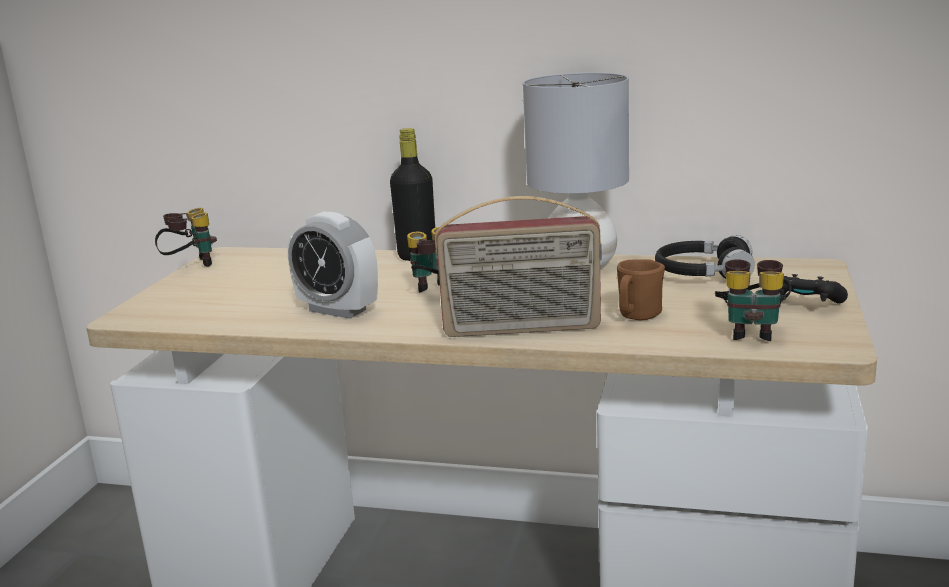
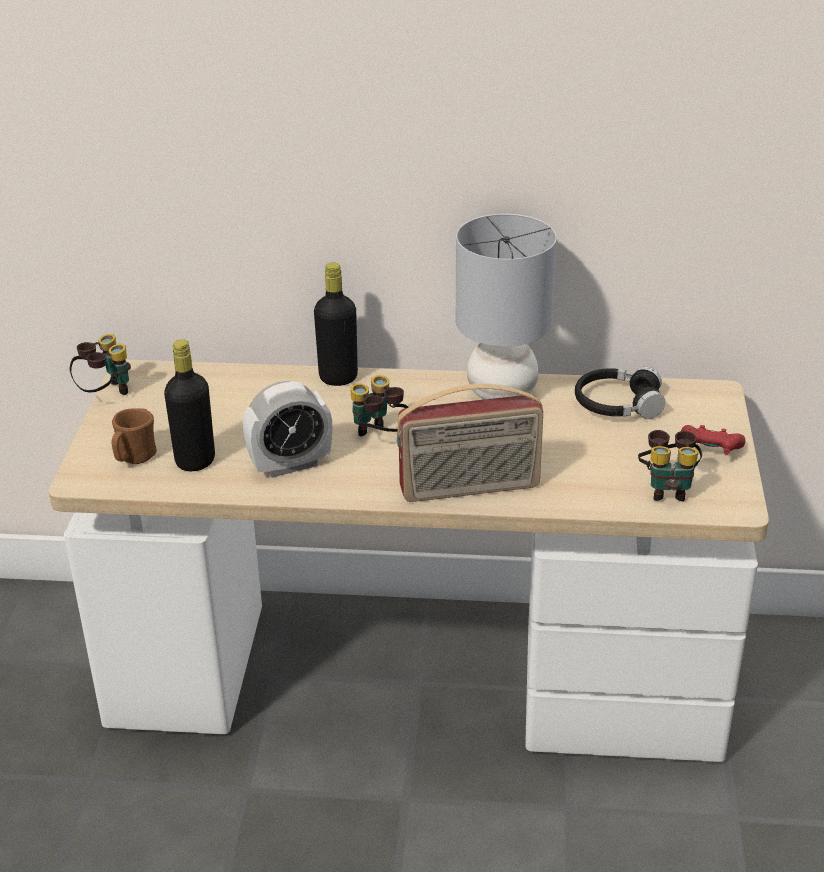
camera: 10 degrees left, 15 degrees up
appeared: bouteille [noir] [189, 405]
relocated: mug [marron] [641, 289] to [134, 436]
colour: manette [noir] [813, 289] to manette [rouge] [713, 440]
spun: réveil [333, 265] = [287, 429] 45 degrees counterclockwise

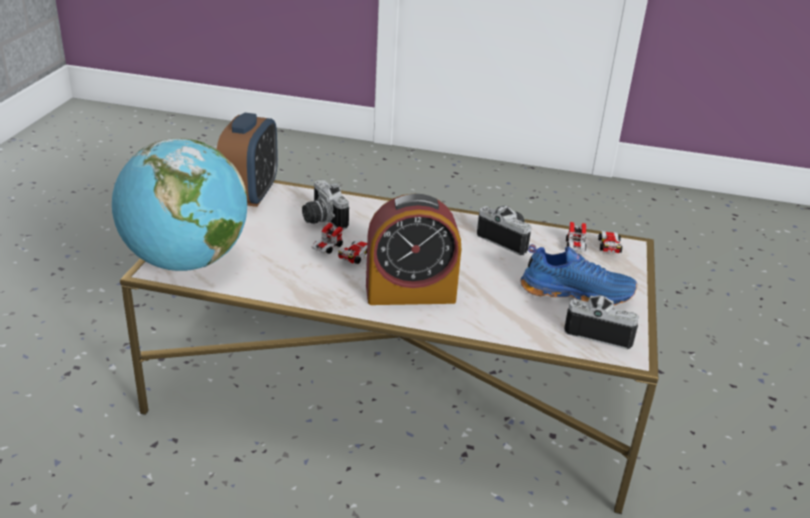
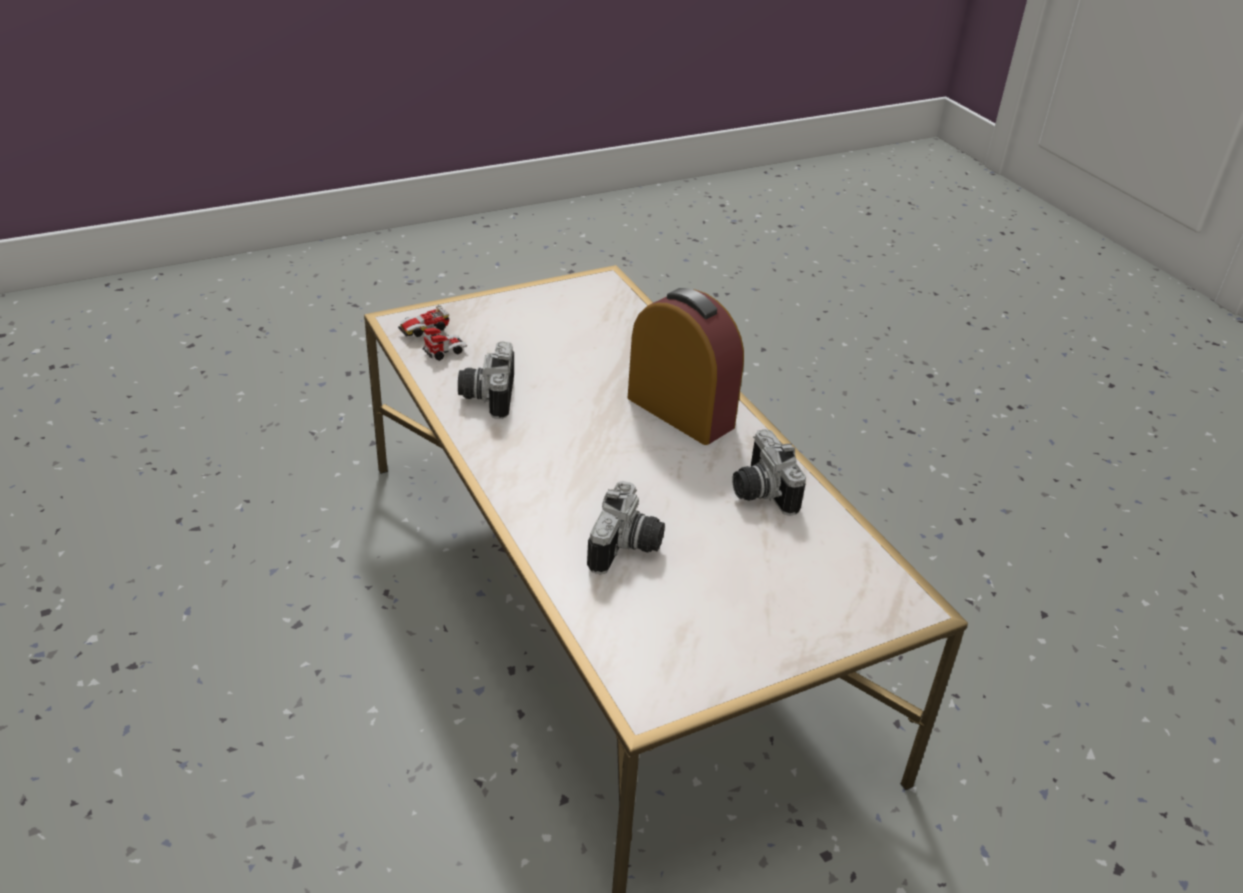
camera: 130 degrees left, 5 degrees up
missing: globe [179, 204]; réveil [247, 160]; petite voiture [339, 243]; chaussure [bleu] [578, 274]
relocated: appareil photo [601, 322] to [769, 472]

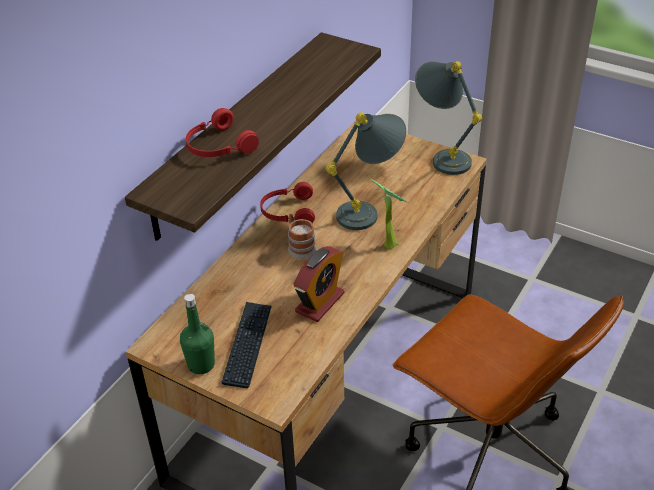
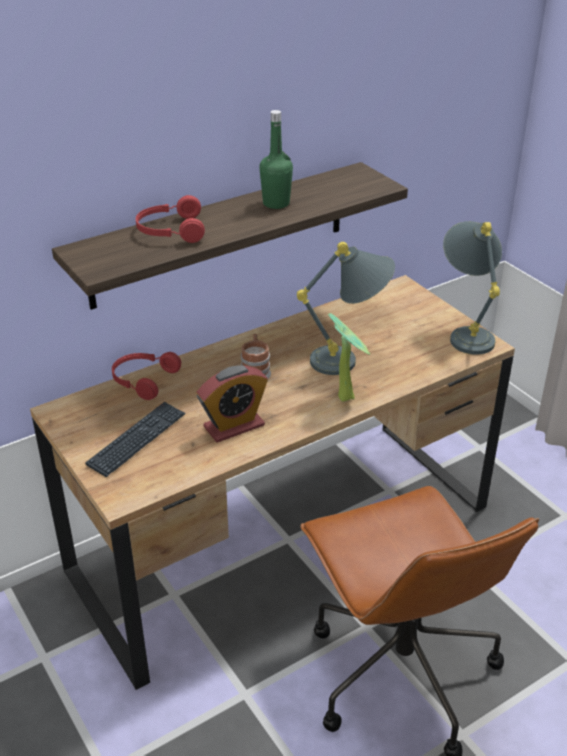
camera: 25 degrees right, 5 degrees down
relocated: bouteille [vert] [197, 334] to [276, 159]; casque audio [rouge] [287, 202] to [146, 376]

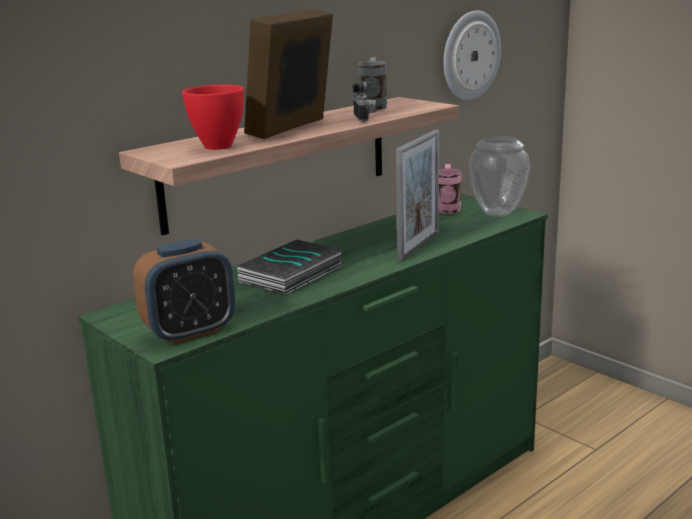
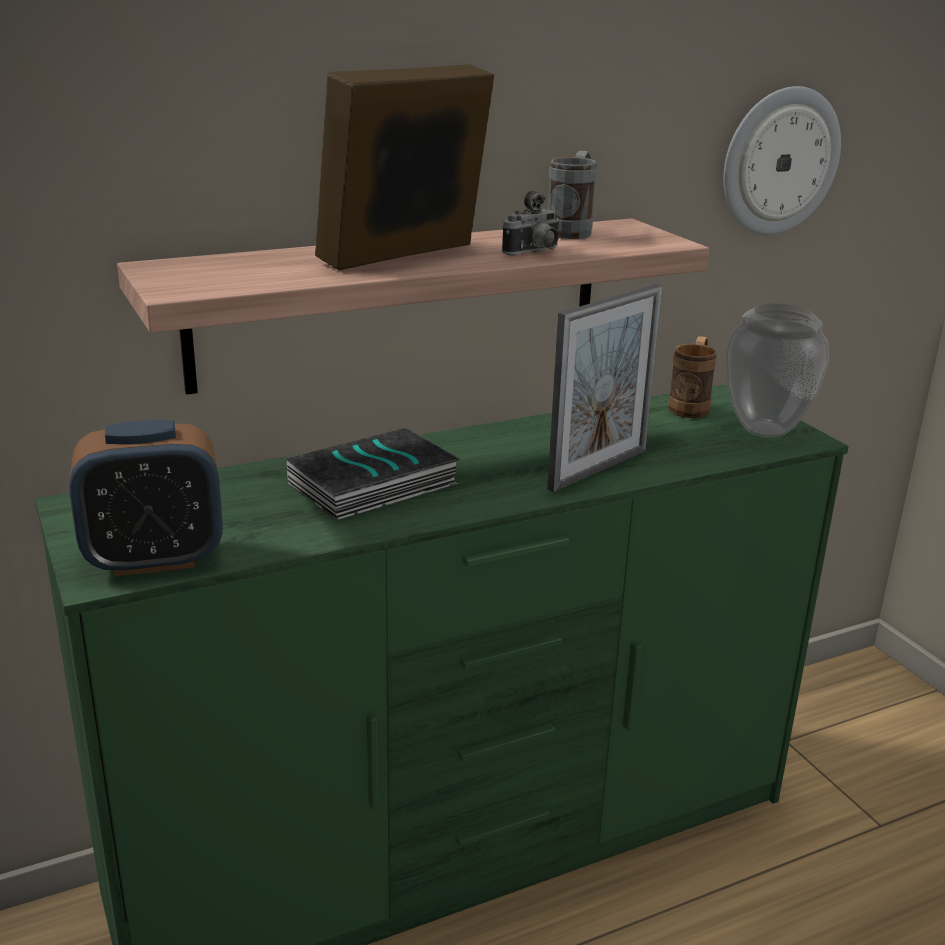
camera: 15 degrees right, 5 degrees up
missing: bol [rouge] [213, 117]
colour: mug [rose] [450, 189] to mug [marron] [692, 377]
spun: appareil photo [364, 101] = [531, 223] 45 degrees clockwise

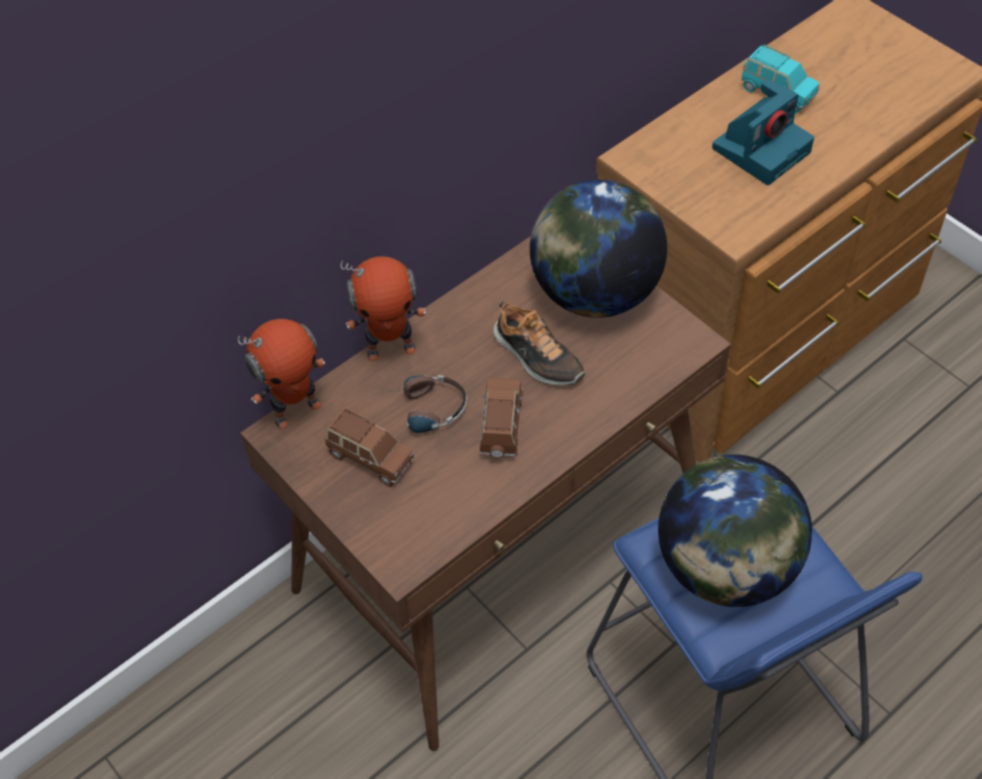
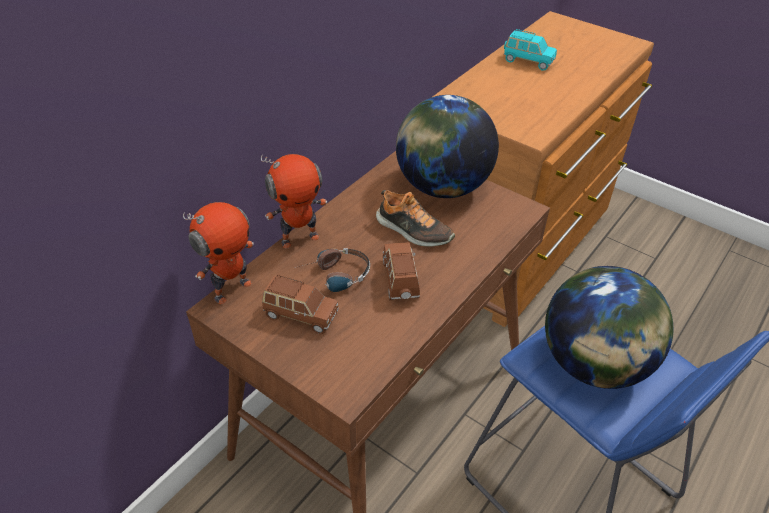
camera: 15 degrees left, 10 degrees down
missing: appareil photo [763, 132]

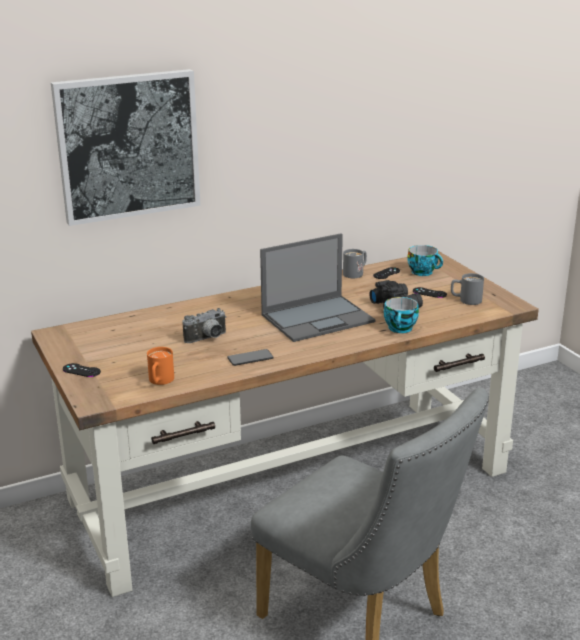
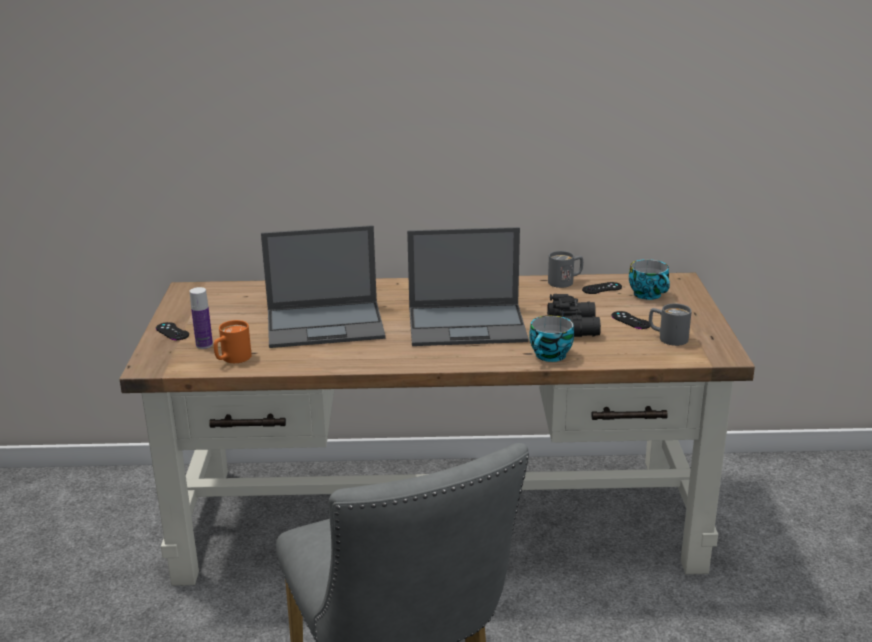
camera: 25 degrees right, 0 degrees up
missing: tableau [126, 147]; téléphone [250, 357]
appeared: bouteille [201, 318]
exchanged: appareil photo [204, 325] to ordinateur portable [323, 286]

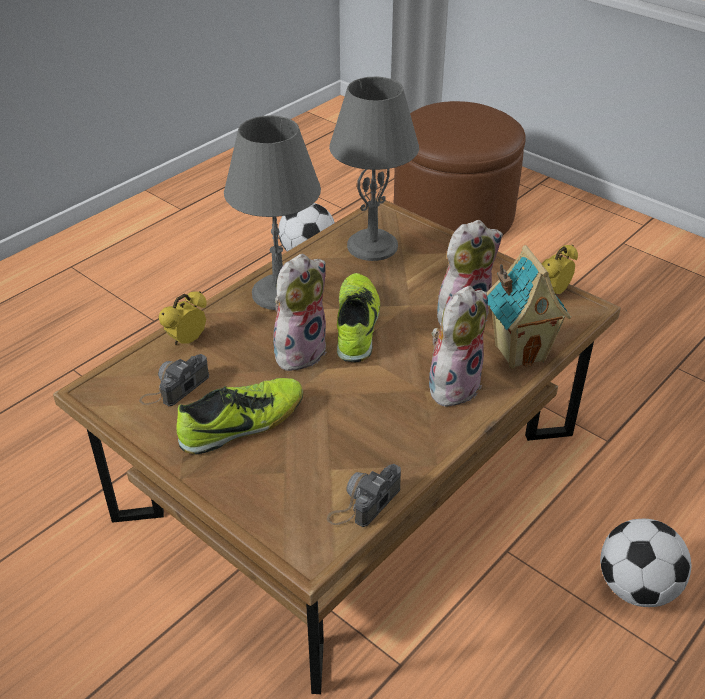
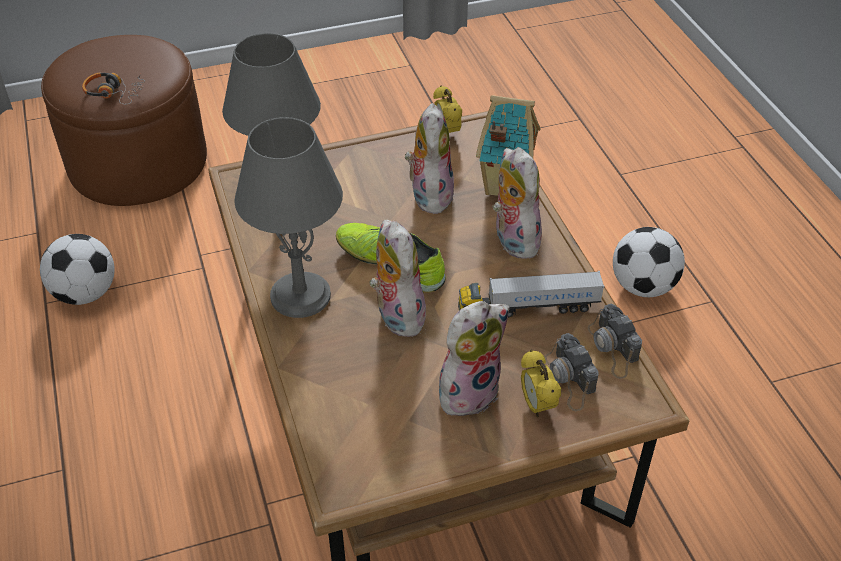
camera: 60 degrees left, 5 degrees up
appeared: casque audio [113, 88]; camion jouet [531, 294]
relocated: appareil photo [174, 380] to [572, 372]; réveil [183, 318] to [541, 383]
exchanged: chaussure [240, 416] to peluche [474, 360]

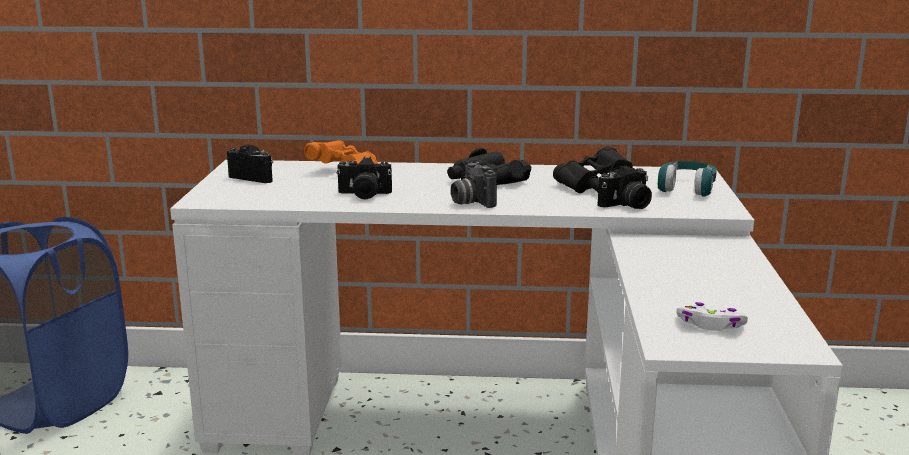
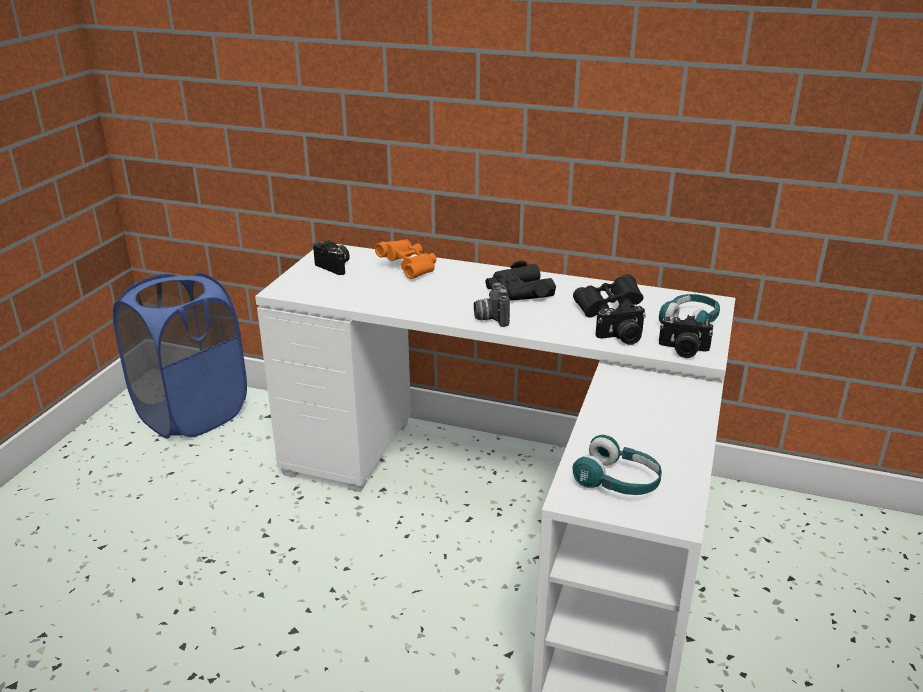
camera: 15 degrees right, 10 degrees up
relocated: appareil photo [364, 178] to [686, 336]
exchanged: manette [blanc] [712, 316] to casque audio [turquoise] [617, 465]

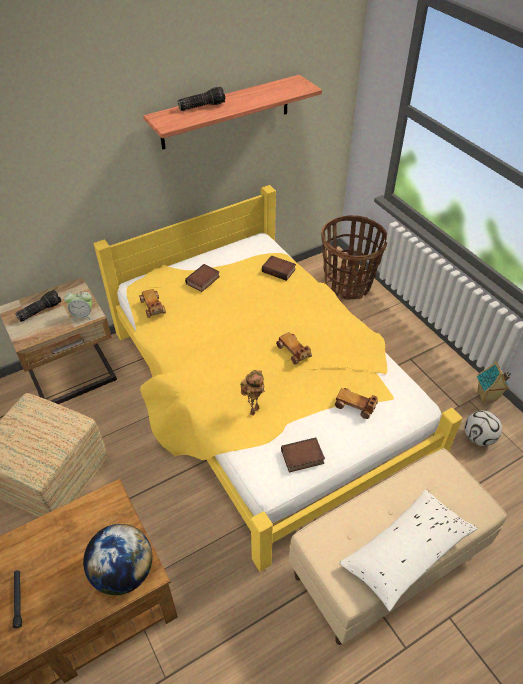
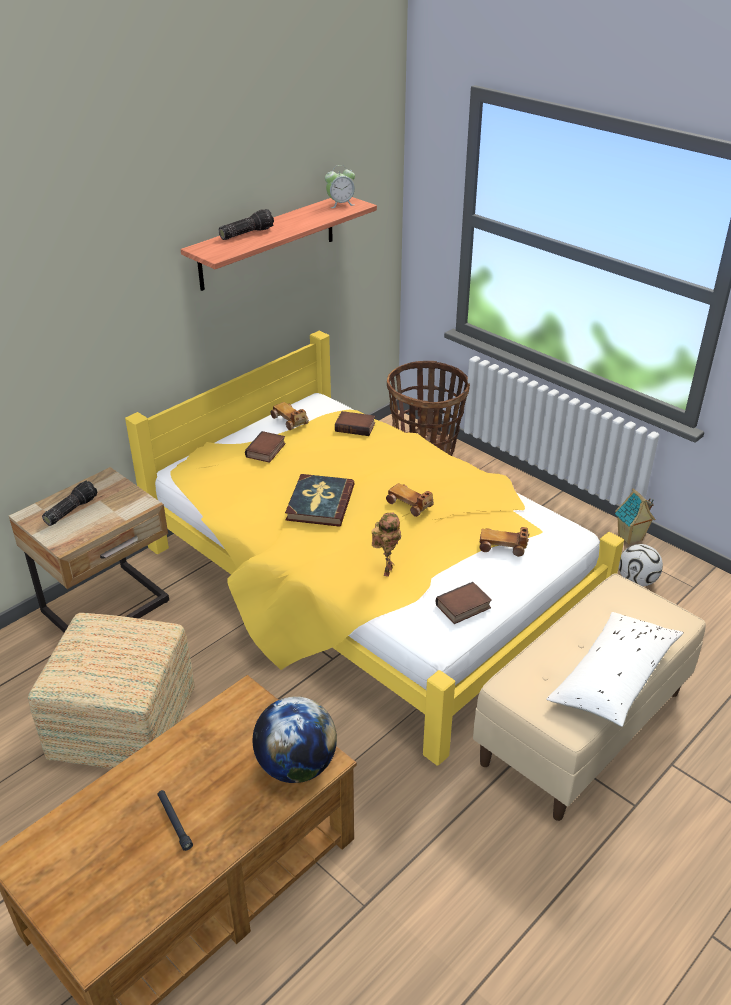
camera: 15 degrees left, 10 degrees down
appeared: livre [320, 500]
relocated: réveil [79, 305] to [340, 186]; petite voiture [152, 303] to [290, 416]

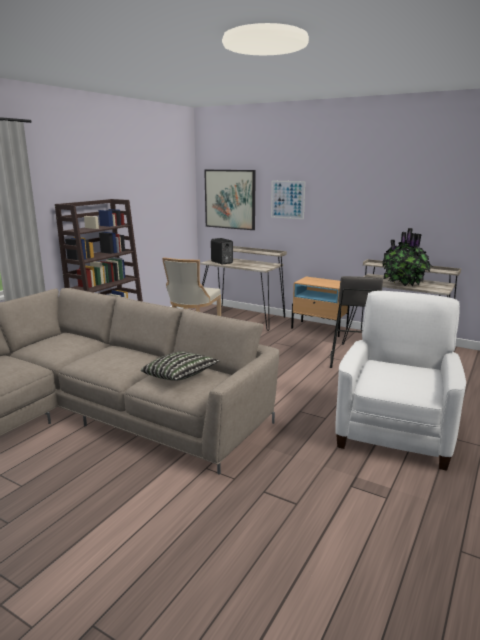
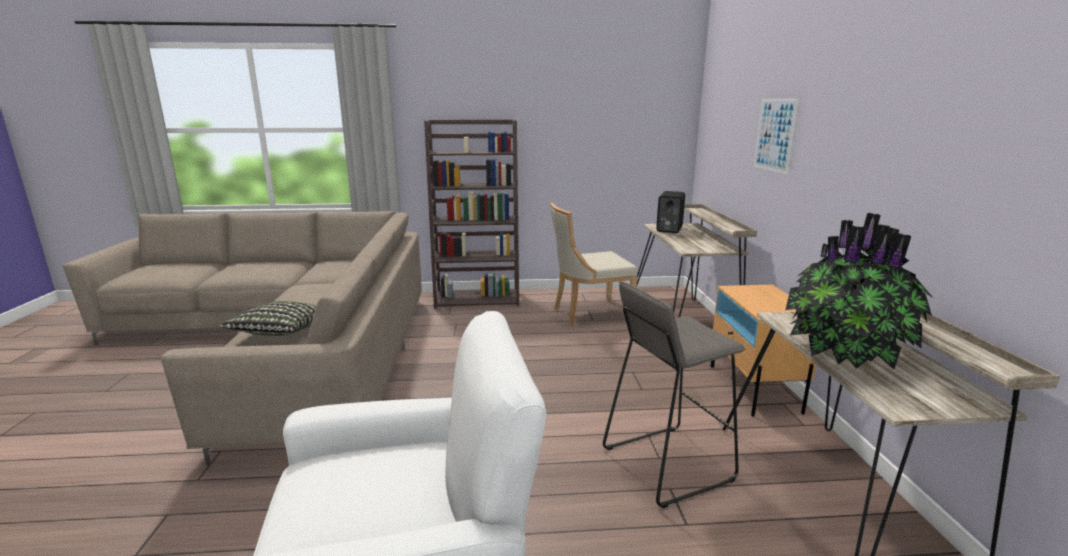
camera: 55 degrees right, 0 degrees up
missing: tableau [230, 200]

